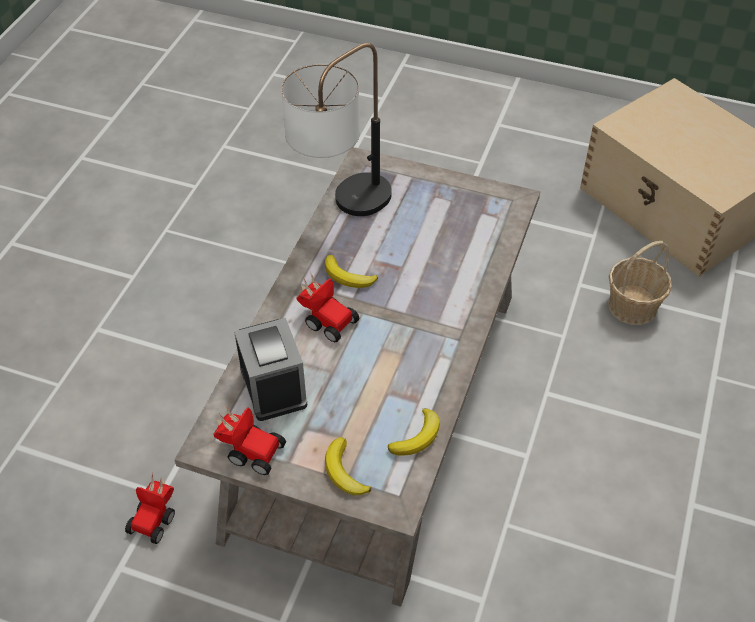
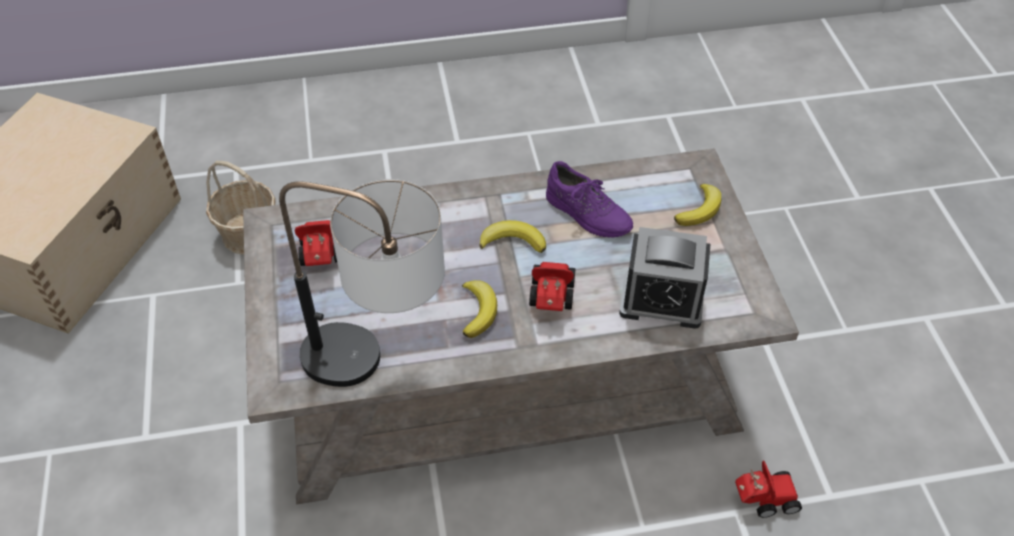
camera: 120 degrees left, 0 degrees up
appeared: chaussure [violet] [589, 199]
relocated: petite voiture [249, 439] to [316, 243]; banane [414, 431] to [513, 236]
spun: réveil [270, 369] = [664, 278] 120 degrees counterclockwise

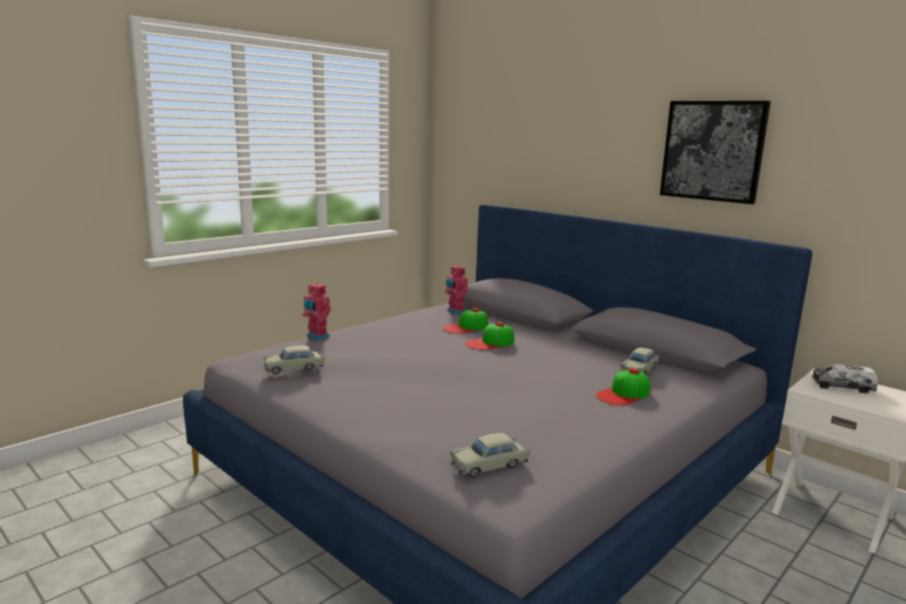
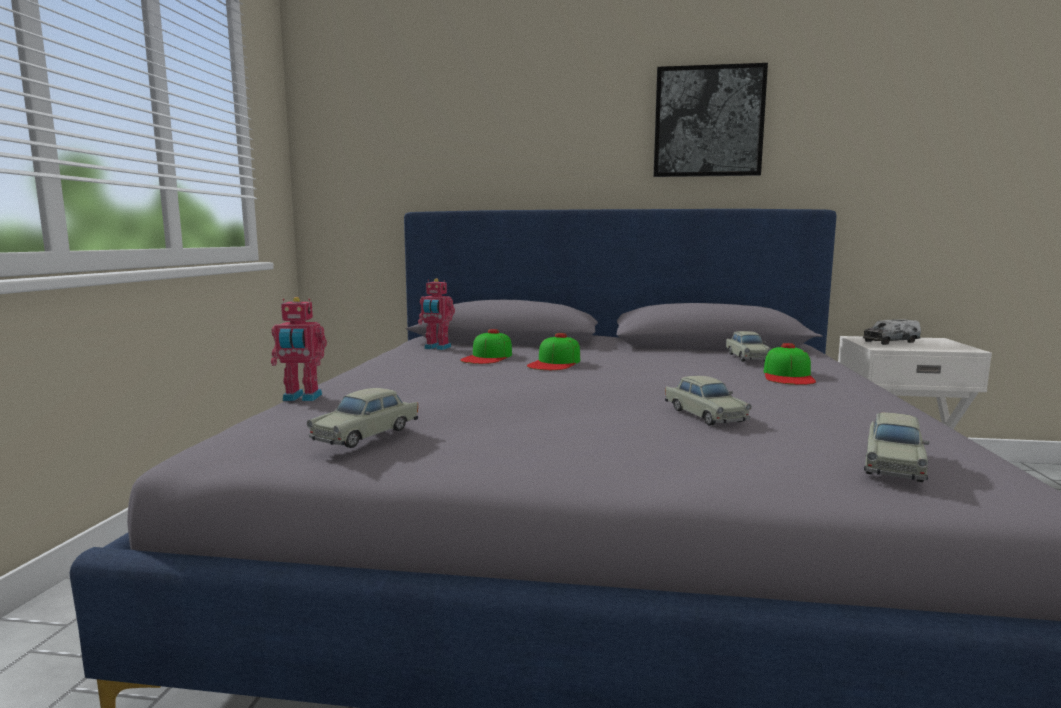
camera: 35 degrees left, 5 degrees down
appeared: petite voiture [beige] [708, 401]

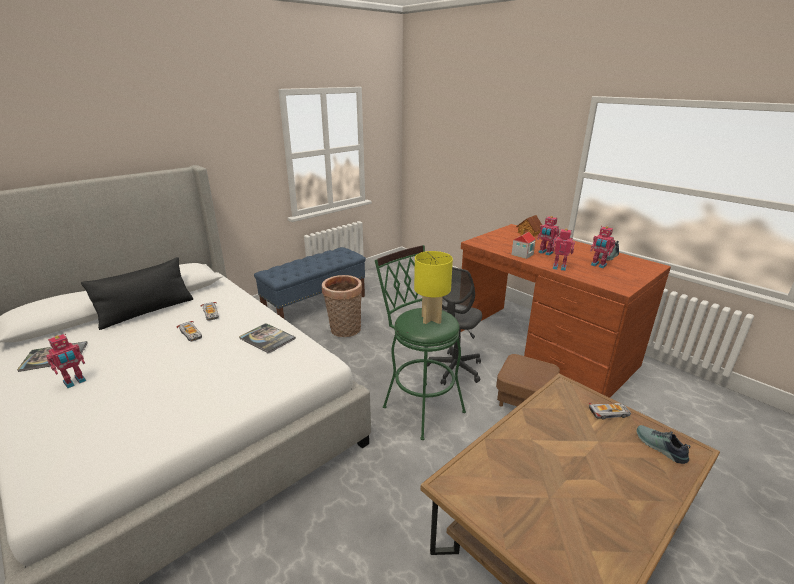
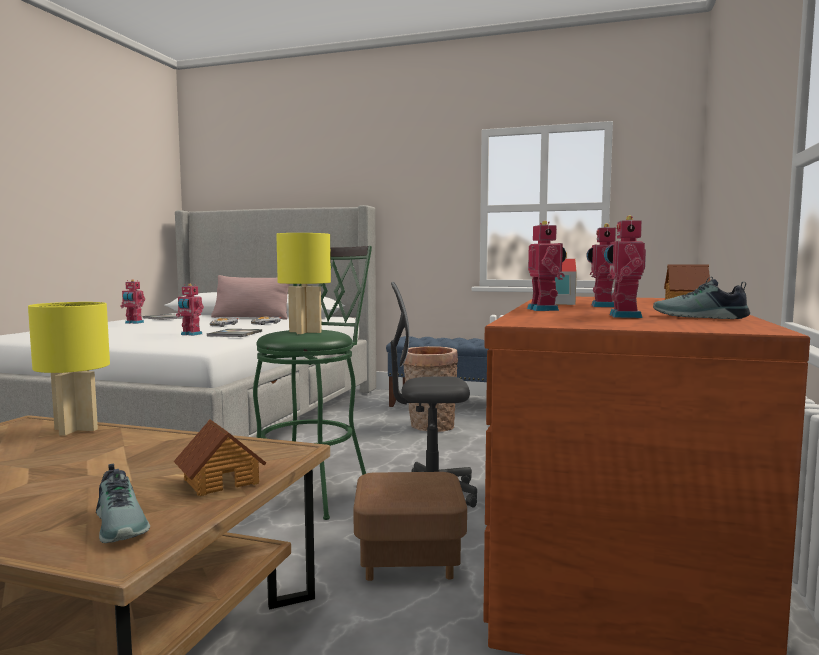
camera: 60 degrees right, 20 degrees down
appeared: lampe de table [jaune] [69, 369]; robot jouet [190, 310]
exchanged: petite voiture [610, 411] to maison miniature [220, 457]
colour: coussin [noir] [137, 293] to coussin [rose] [250, 297]
spun: chaussure [663, 444] = [123, 503] 120 degrees clockwise

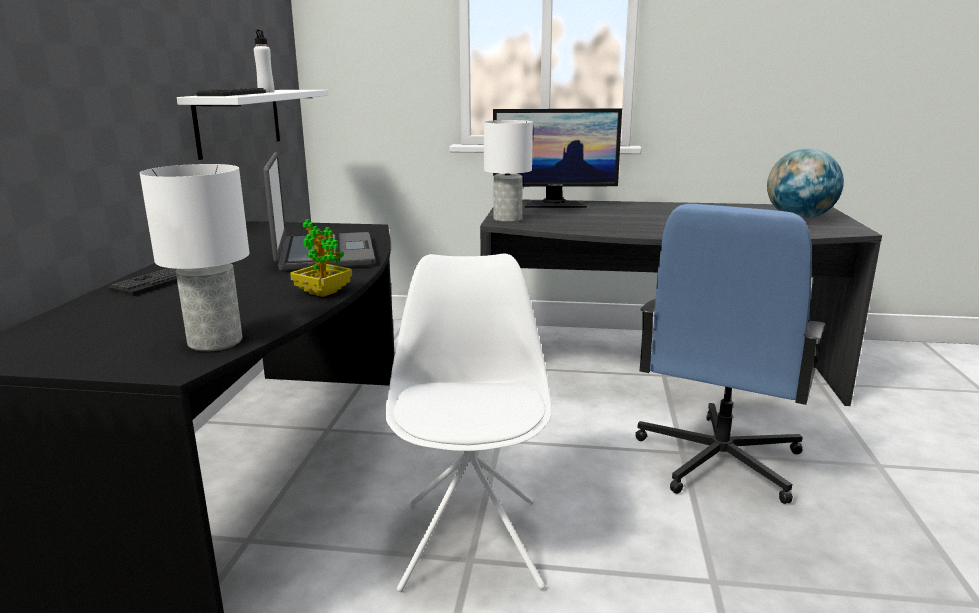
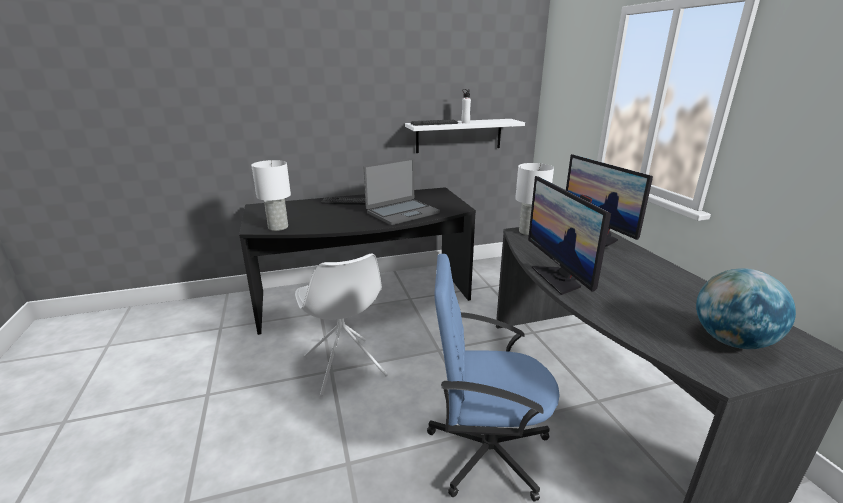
camera: 65 degrees right, 5 degrees up
missing: plante en pot [321, 258]
appeared: écran d'ordinateur [569, 235]
spun: chaise [blanc] [468, 422] = [341, 325] 90 degrees clockwise

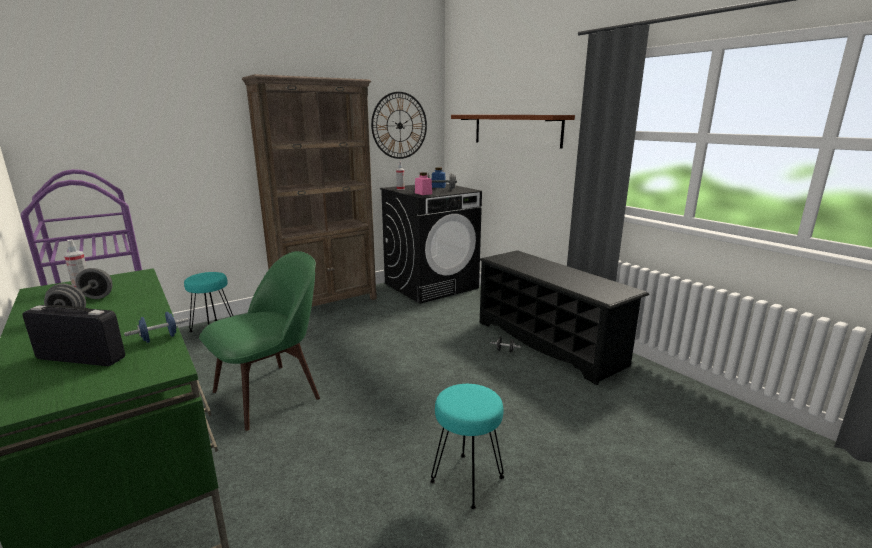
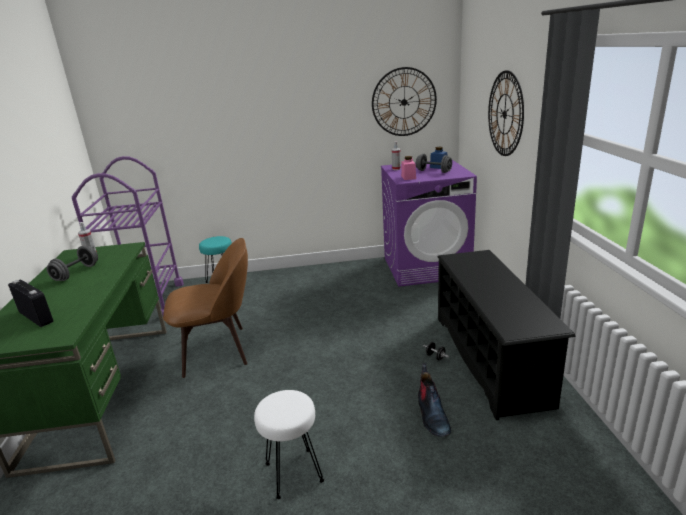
camera: 30 degrees right, 5 degrees up
missing: haltère [bleu] [156, 327]; bibliothèque [marron] [309, 190]
appeared: botte [434, 400]
exchanged: étagère [marron] [513, 132] to horloge murale [506, 113]
colour: chaise [vert] [259, 341] to chaise [marron] [205, 308]; lave-linge [noir] [431, 244] to lave-linge [violet] [429, 223]; tabouret [turquoise] [467, 446] to tabouret [blanc] [289, 444]

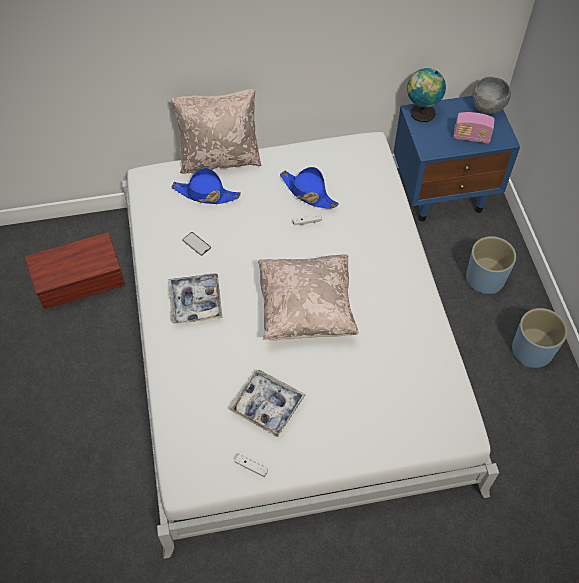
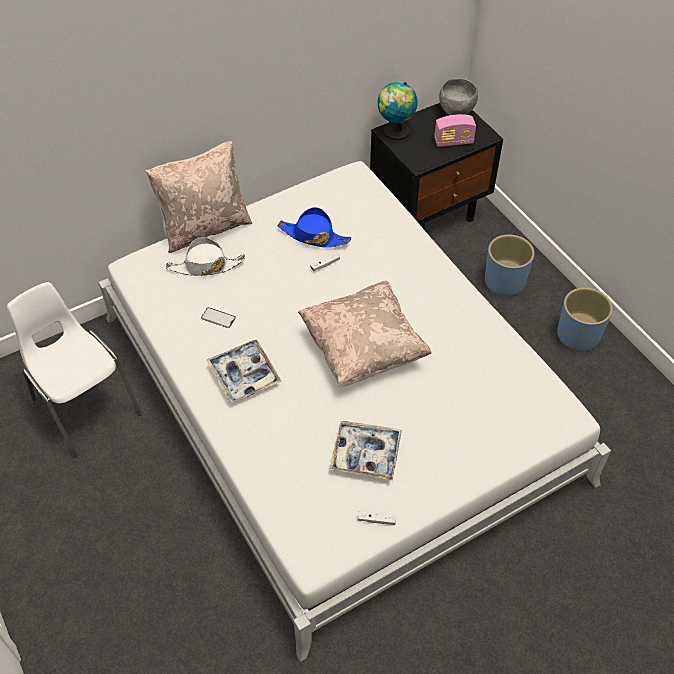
camera: 20 degrees left, 5 degrees down
exchanged: boîte de rangement [marron] [75, 270] to chaise [blanc] [74, 370]
colour: chapeau [bleu] [206, 186] to chapeau [blanc] [205, 256]; table de chevet [bleu] [457, 158] to table de chevet [noir] [436, 166]

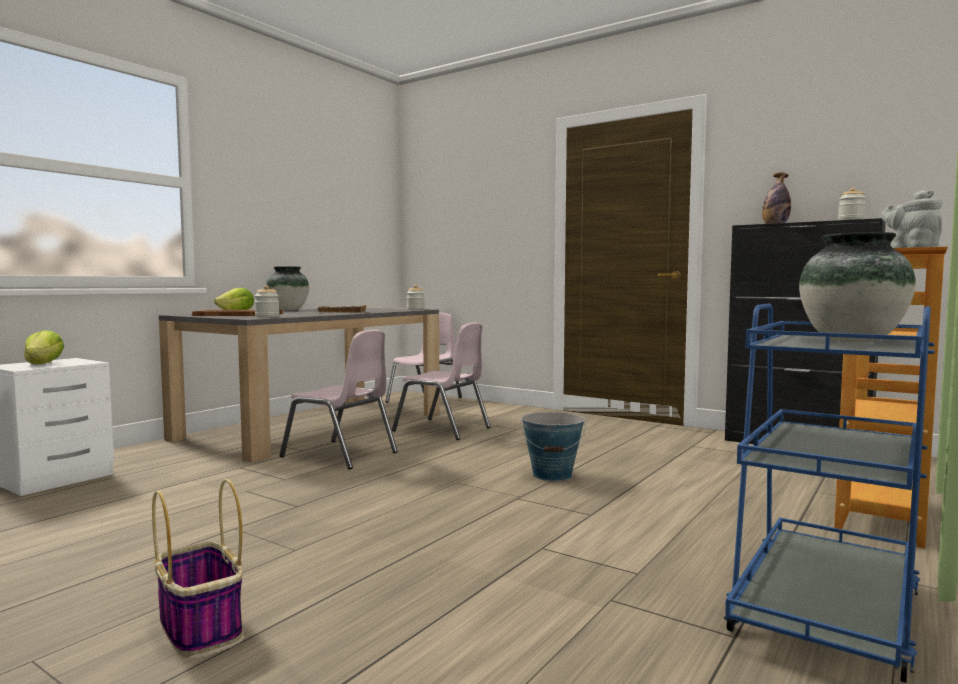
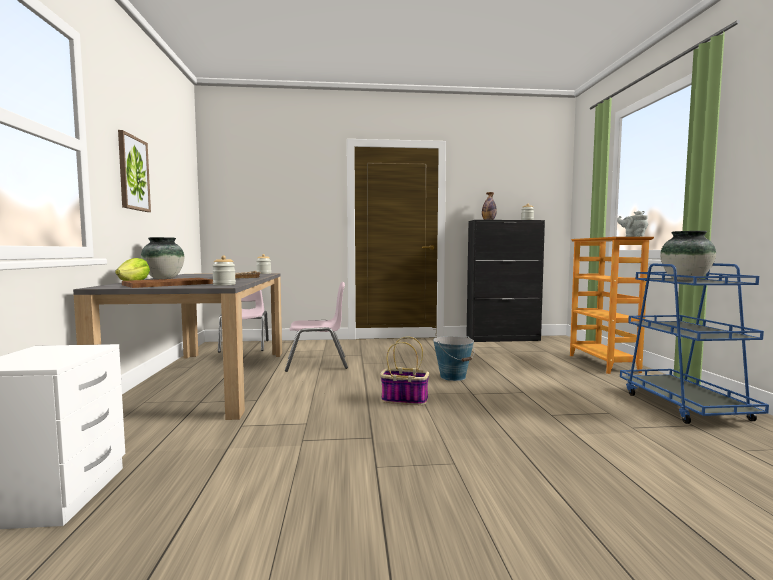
camera: 40 degrees left, 0 degrees up
missing: laitue [44, 347]; chaise [rose] [338, 399]
appeared: tableau [134, 171]
relocated: panier [197, 567] to [404, 370]

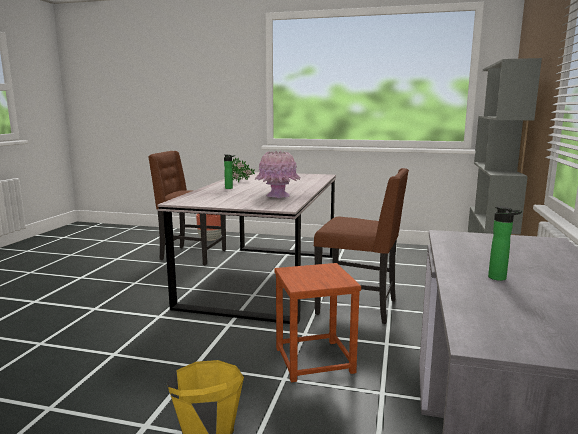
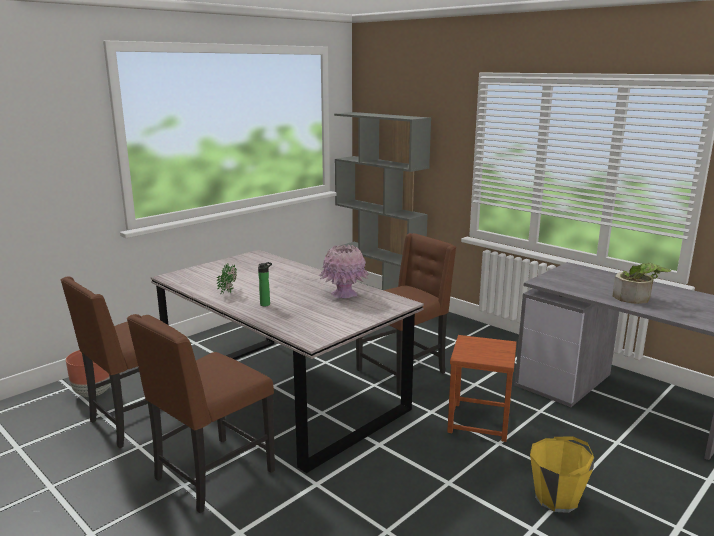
camera: 60 degrees left, 5 degrees up
appeared: chaise [marron] [201, 413]
exchanged: bouteille [505, 244] to plante en pot [642, 283]

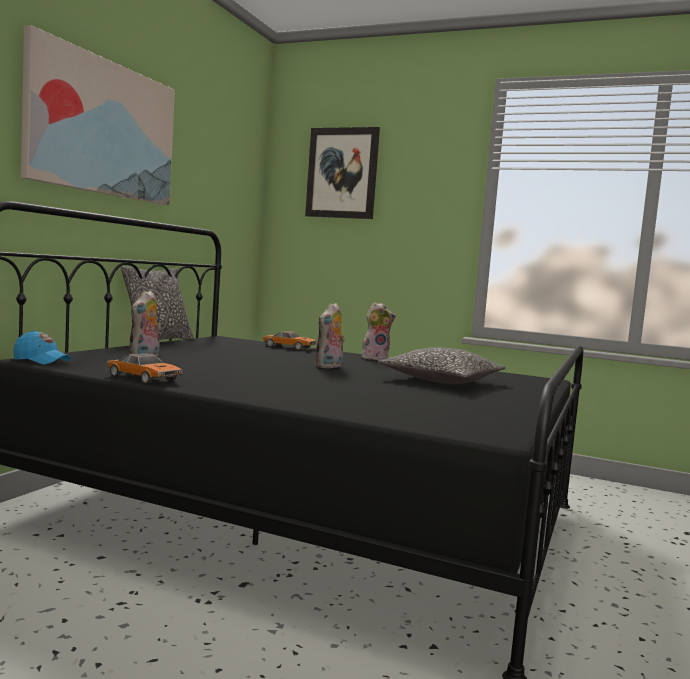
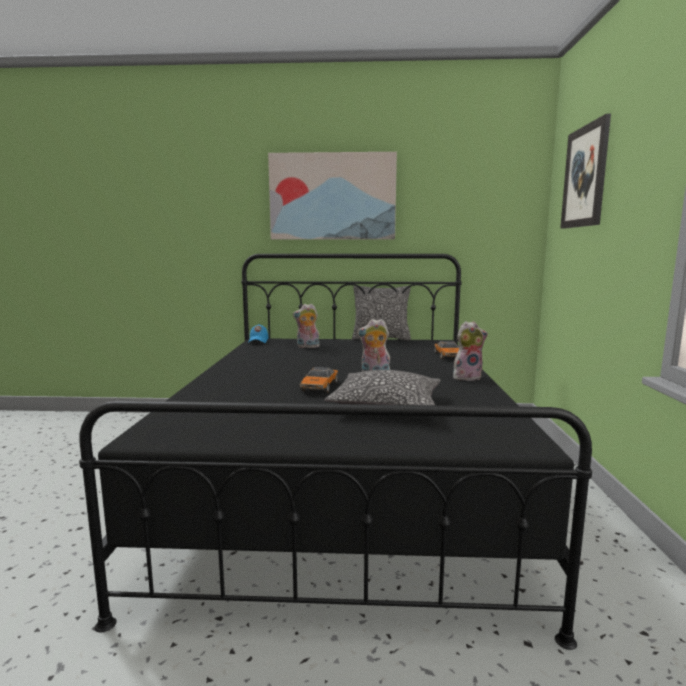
camera: 70 degrees right, 5 degrees up
relocated: petite voiture [144, 368] to [319, 380]
spun: peluche [379, 331] = [470, 351] 60 degrees counterclockwise

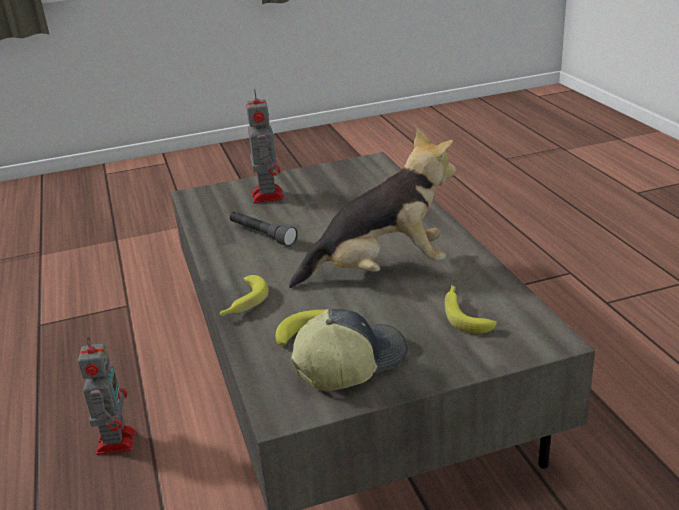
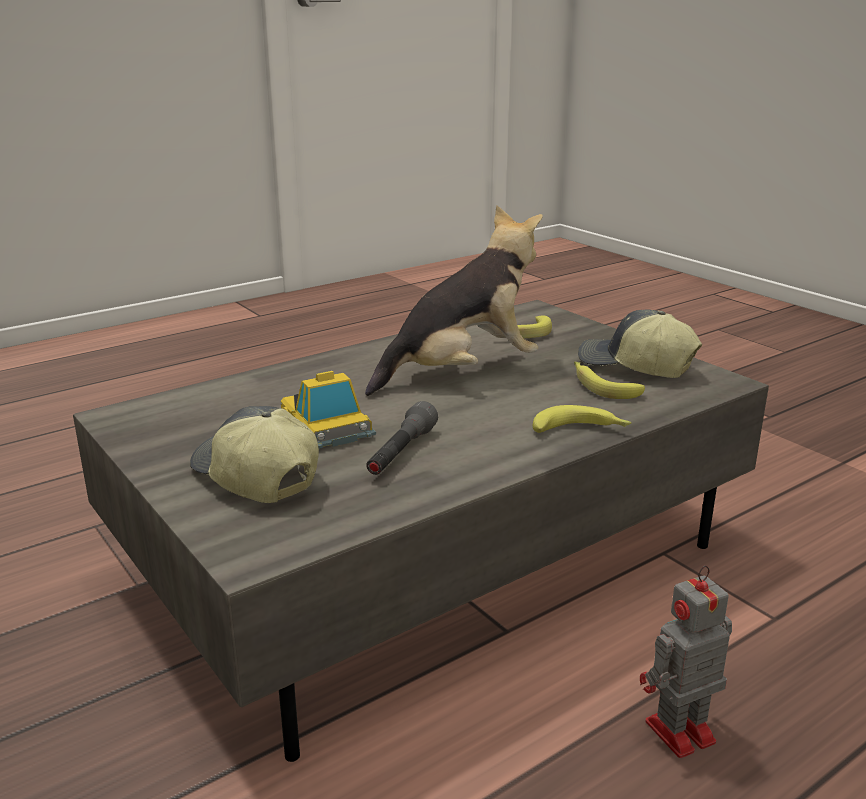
camera: 110 degrees left, 5 degrees down
appeared: petite voiture [328, 410]
exchanged: robot jouet [265, 146] to casquette [254, 454]
spun: peluche [372, 208] = [454, 300] 90 degrees clockwise

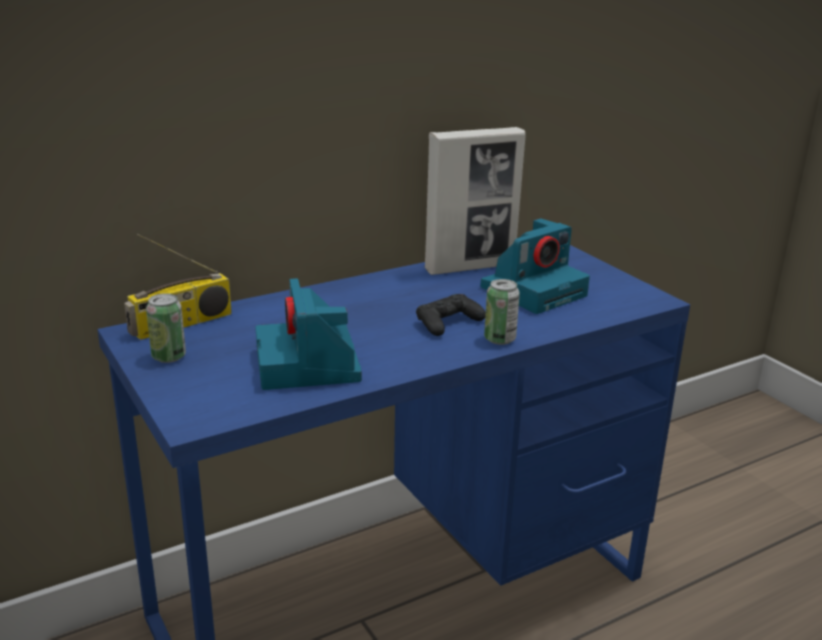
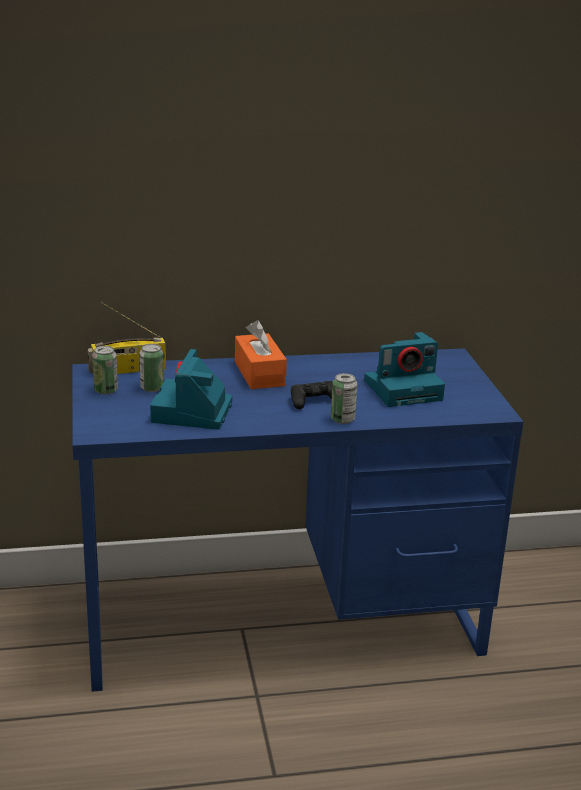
camera: 20 degrees right, 0 degrees up
missing: cadre photo [475, 201]
appeared: boîte métallique [151, 368]; boîte à mouchoirs [orange] [261, 354]

